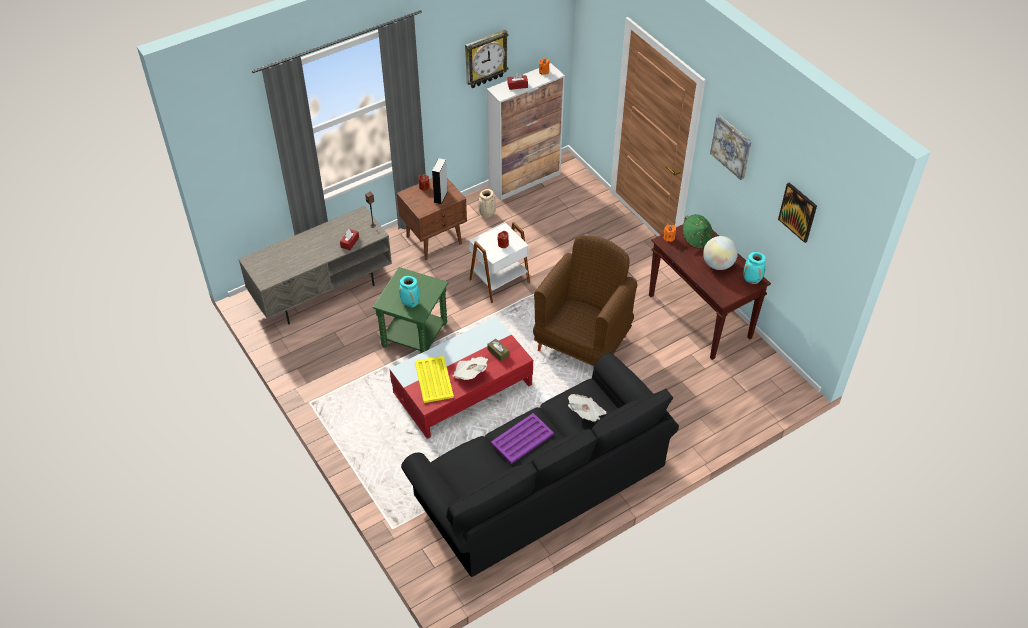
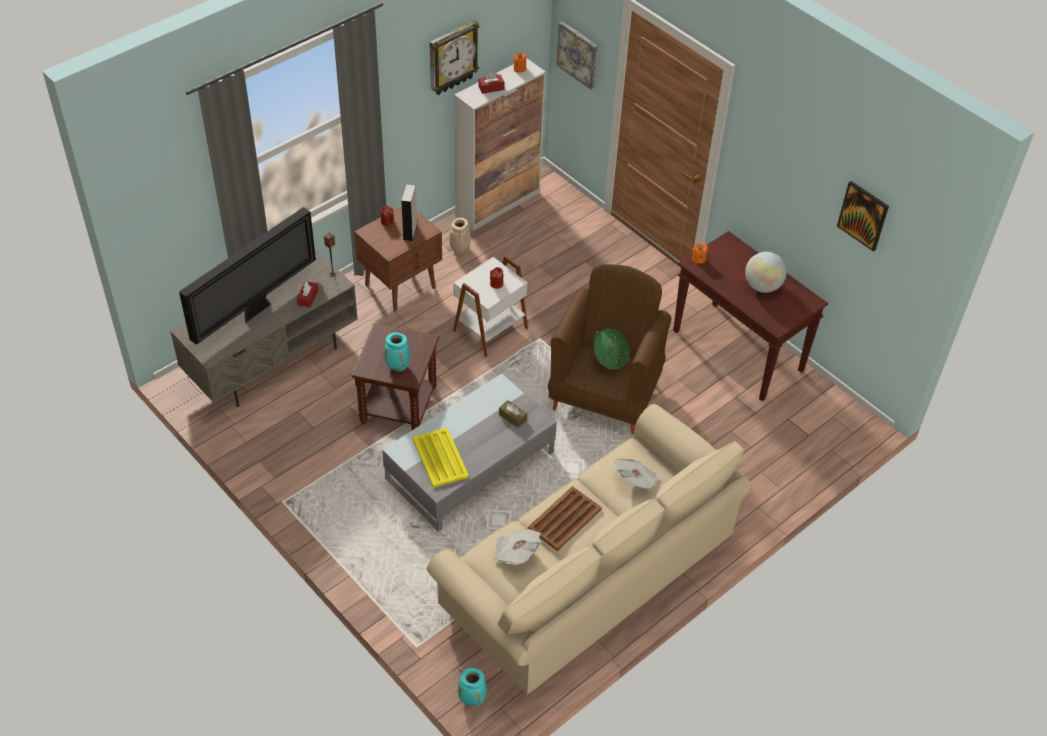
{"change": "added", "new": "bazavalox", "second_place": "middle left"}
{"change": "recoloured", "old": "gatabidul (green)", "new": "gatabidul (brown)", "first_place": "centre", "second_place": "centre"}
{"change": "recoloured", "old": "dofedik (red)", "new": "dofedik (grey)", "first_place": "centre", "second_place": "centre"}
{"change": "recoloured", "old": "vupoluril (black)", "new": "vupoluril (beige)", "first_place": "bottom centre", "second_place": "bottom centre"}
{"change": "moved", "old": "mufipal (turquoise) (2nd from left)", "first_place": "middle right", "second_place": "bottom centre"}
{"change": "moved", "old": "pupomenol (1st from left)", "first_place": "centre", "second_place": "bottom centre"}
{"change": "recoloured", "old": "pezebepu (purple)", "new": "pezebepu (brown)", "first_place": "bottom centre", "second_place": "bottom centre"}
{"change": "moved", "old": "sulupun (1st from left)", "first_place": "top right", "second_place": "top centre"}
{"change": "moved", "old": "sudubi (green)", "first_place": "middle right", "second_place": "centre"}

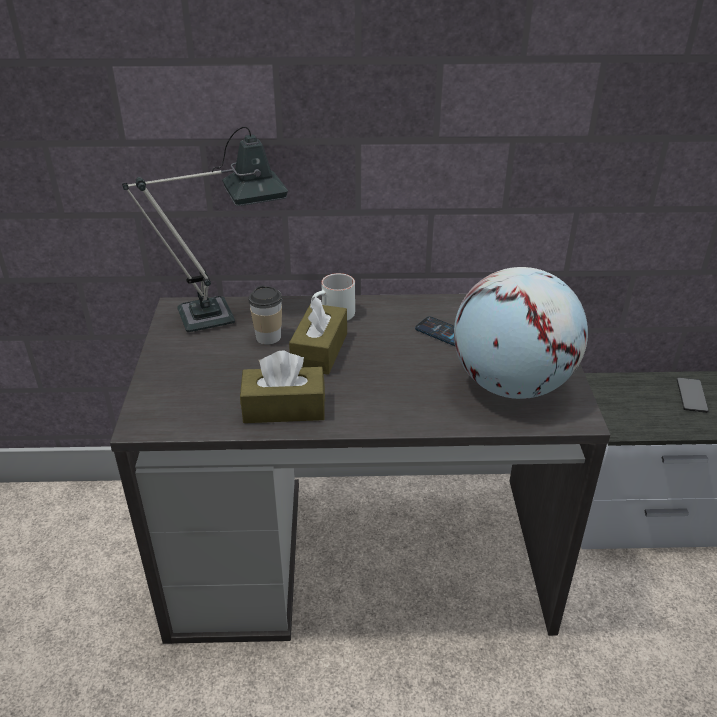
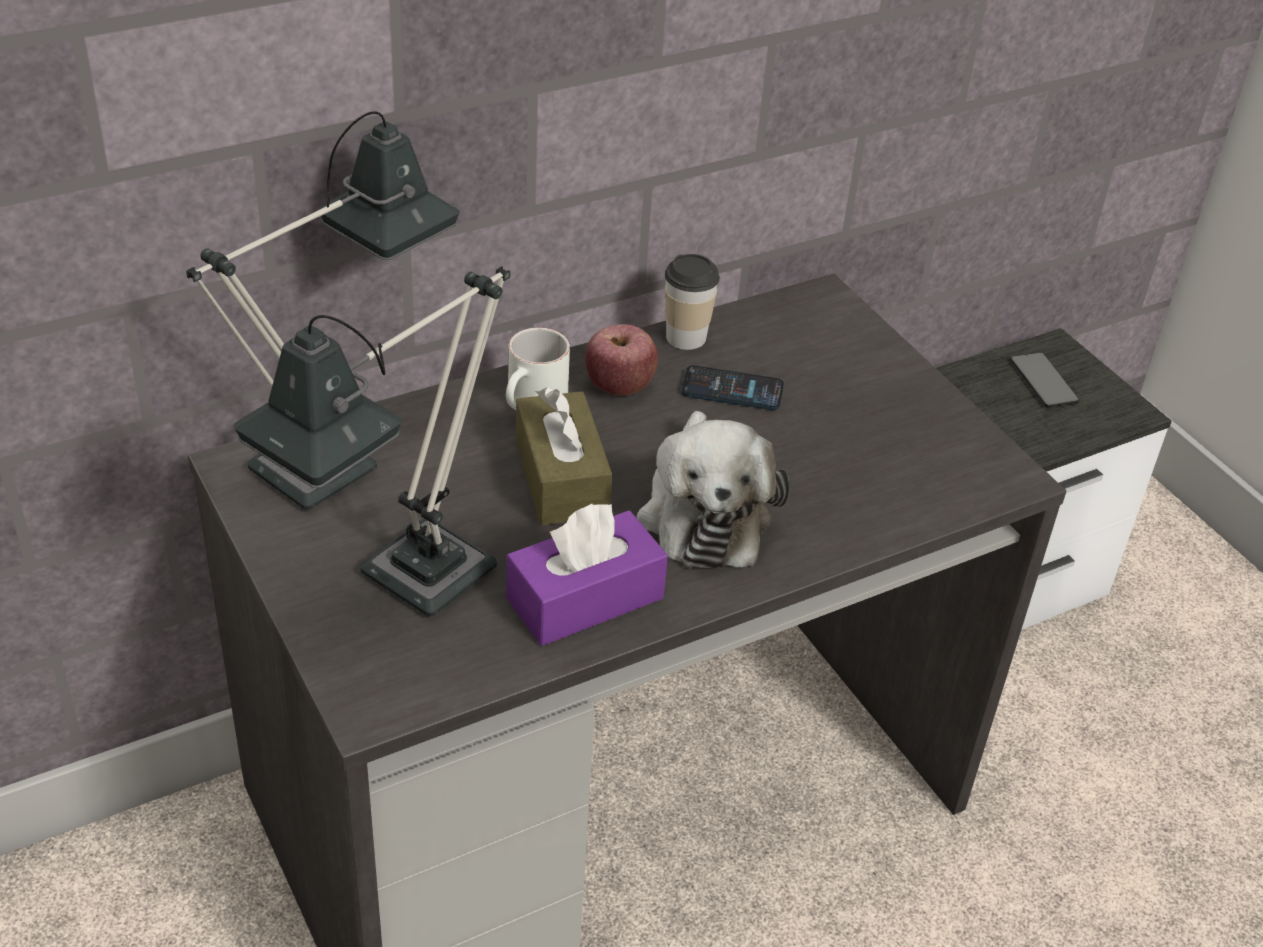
{"change": "added", "new": "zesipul (2nd from left)", "second_place": "middle left"}
{"change": "recoloured", "old": "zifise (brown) (1st from left)", "new": "zifise (purple)", "first_place": "centre", "second_place": "centre"}
{"change": "added", "new": "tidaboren", "second_place": "centre"}
{"change": "added", "new": "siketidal", "second_place": "centre"}
{"change": "moved", "old": "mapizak", "first_place": "centre", "second_place": "top centre"}
{"change": "removed", "old": "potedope", "first_place": "middle right"}

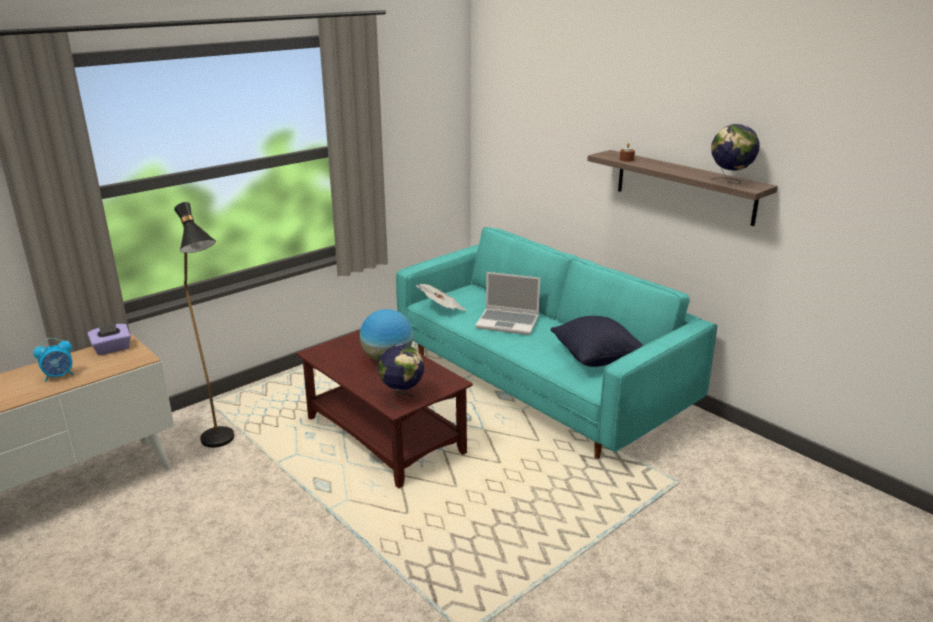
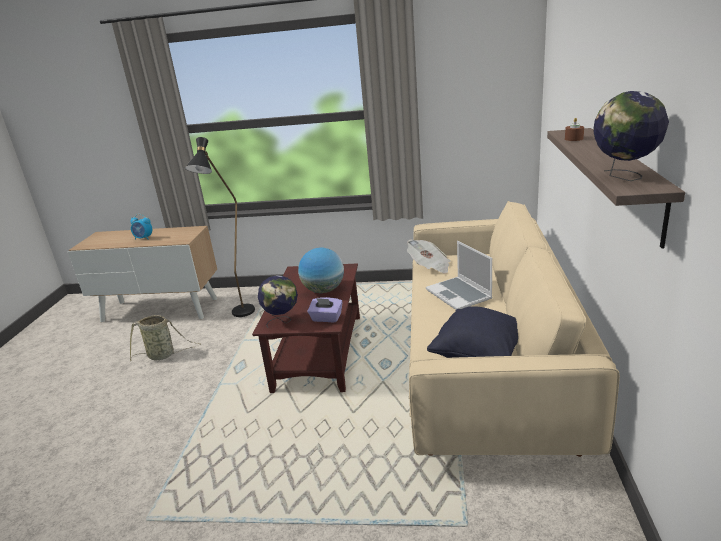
{"change": "added", "new": "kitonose", "second_place": "middle left"}
{"change": "moved", "old": "zifise (purple)", "first_place": "middle left", "second_place": "centre"}
{"change": "recoloured", "old": "vupoluril (turquoise)", "new": "vupoluril (beige)", "first_place": "centre", "second_place": "middle right"}

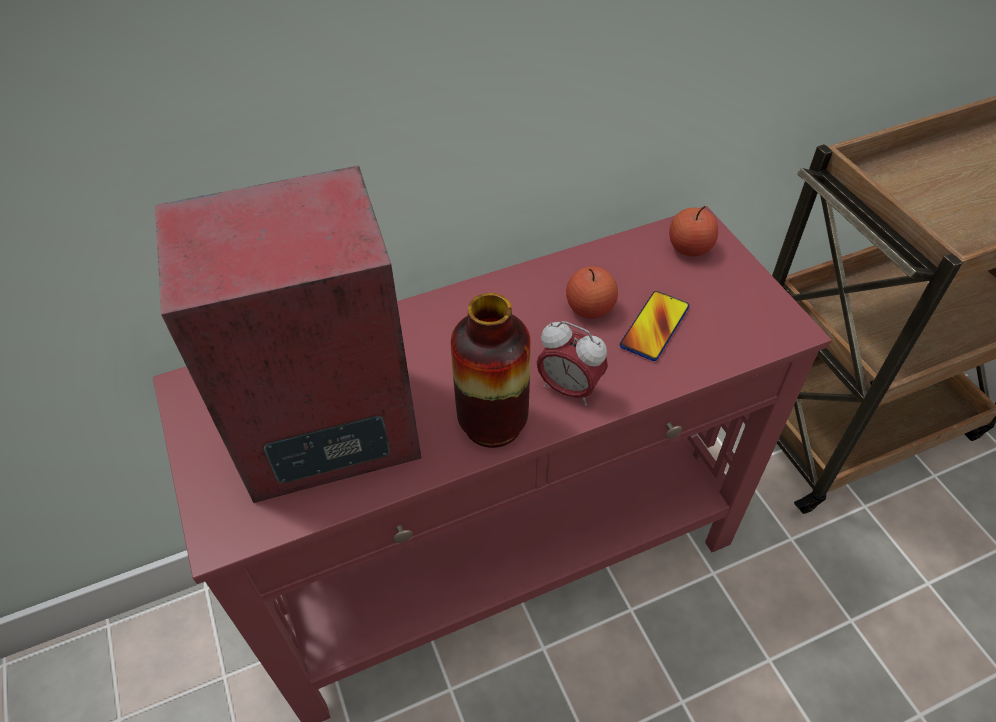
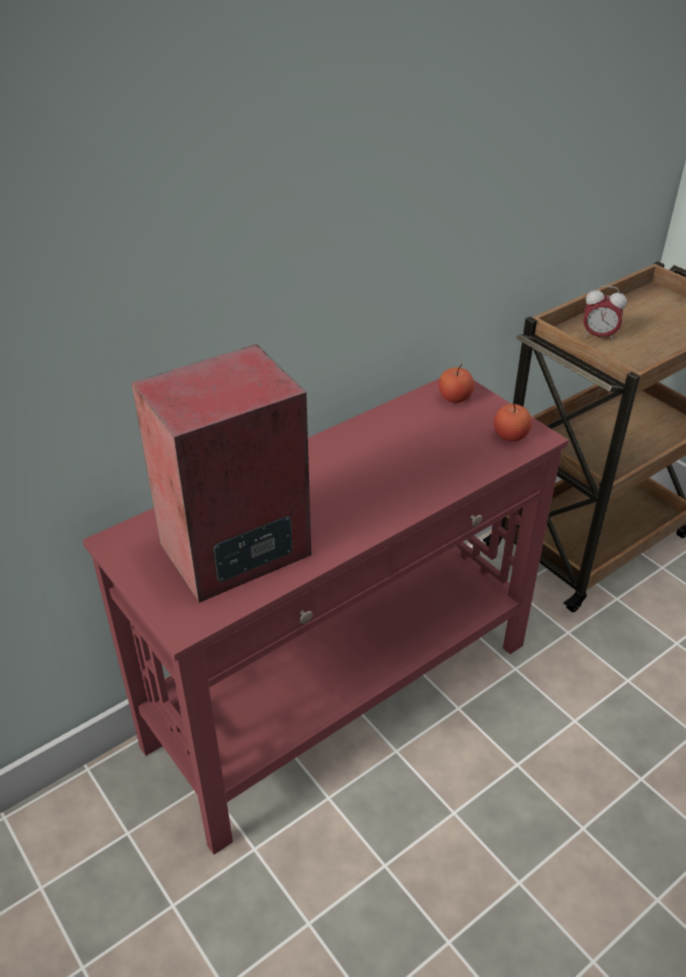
{"change": "moved", "old": "tidaboren (1st from left in the first image)", "new": "tidaboren (2nd from left)", "first_place": "centre", "second_place": "middle right"}
{"change": "moved", "old": "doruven", "first_place": "centre", "second_place": "top right"}
{"change": "removed", "old": "mufipal", "first_place": "centre"}
{"change": "removed", "old": "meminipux", "first_place": "centre"}

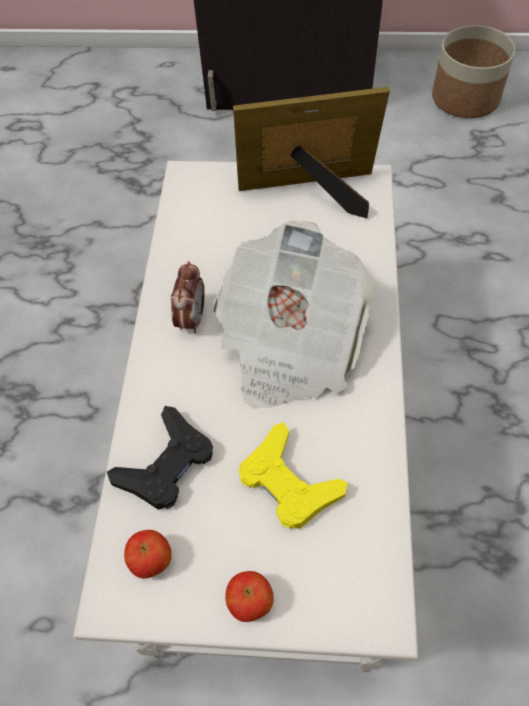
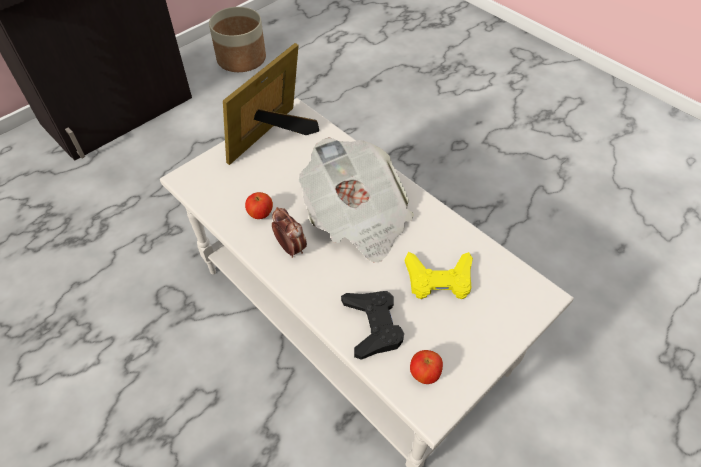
{"change": "moved", "old": "tidaboren (2nd from left in the first image)", "new": "tidaboren (1st from left)", "first_place": "bottom centre", "second_place": "centre"}

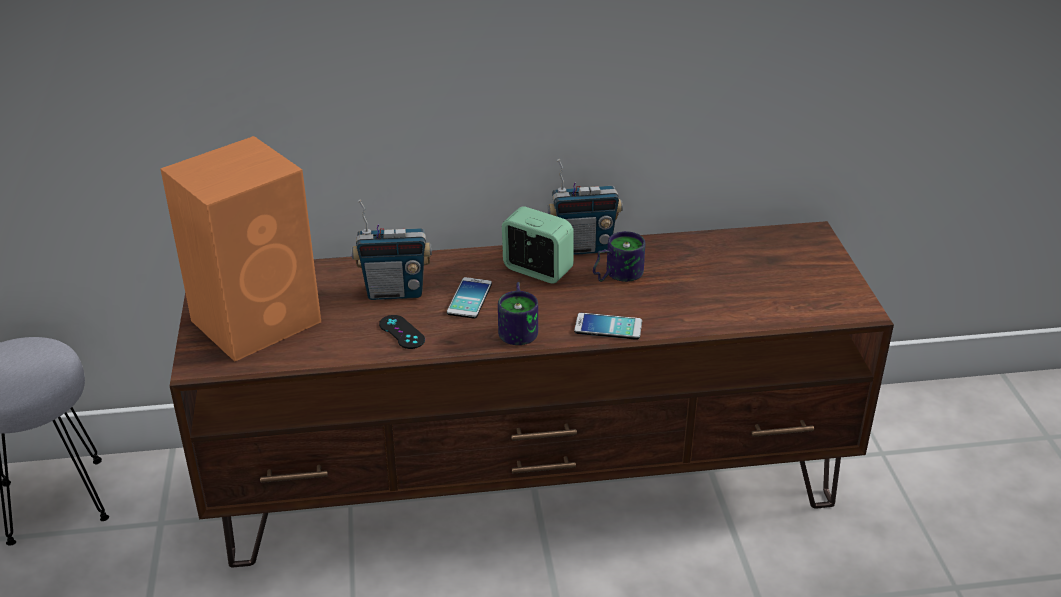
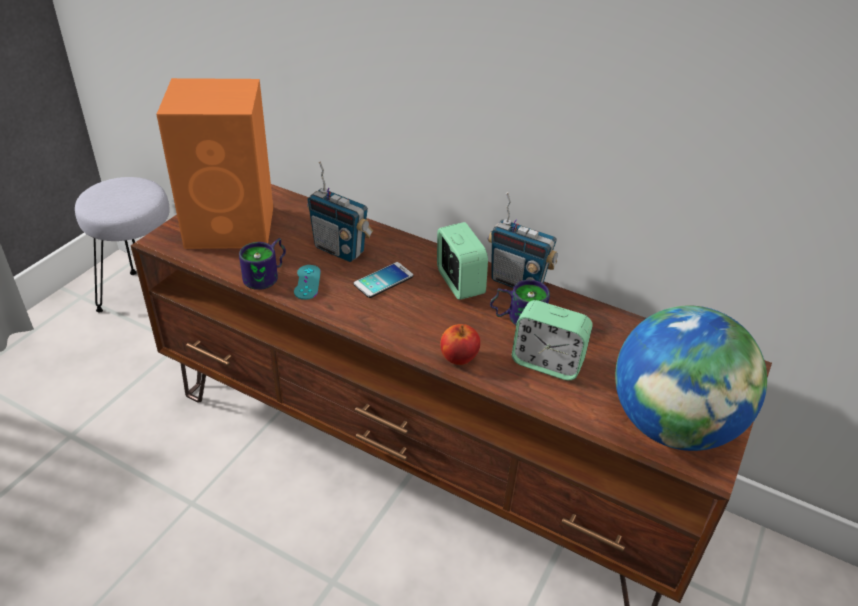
{"change": "moved", "old": "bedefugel (1st from left)", "first_place": "centre", "second_place": "middle left"}
{"change": "recoloured", "old": "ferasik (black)", "new": "ferasik (turquoise)", "first_place": "centre", "second_place": "centre"}
{"change": "replaced", "old": "meminipux (2nd from left)", "new": "tidaboren", "first_place": "centre", "second_place": "centre"}
{"change": "added", "new": "doruven (2nd from left)", "second_place": "centre"}
{"change": "added", "new": "potedope", "second_place": "middle right"}

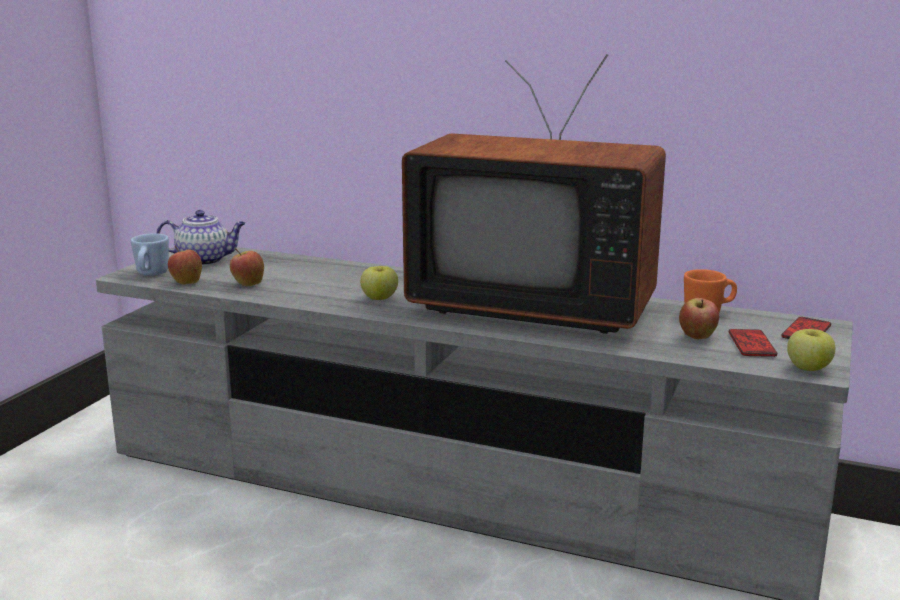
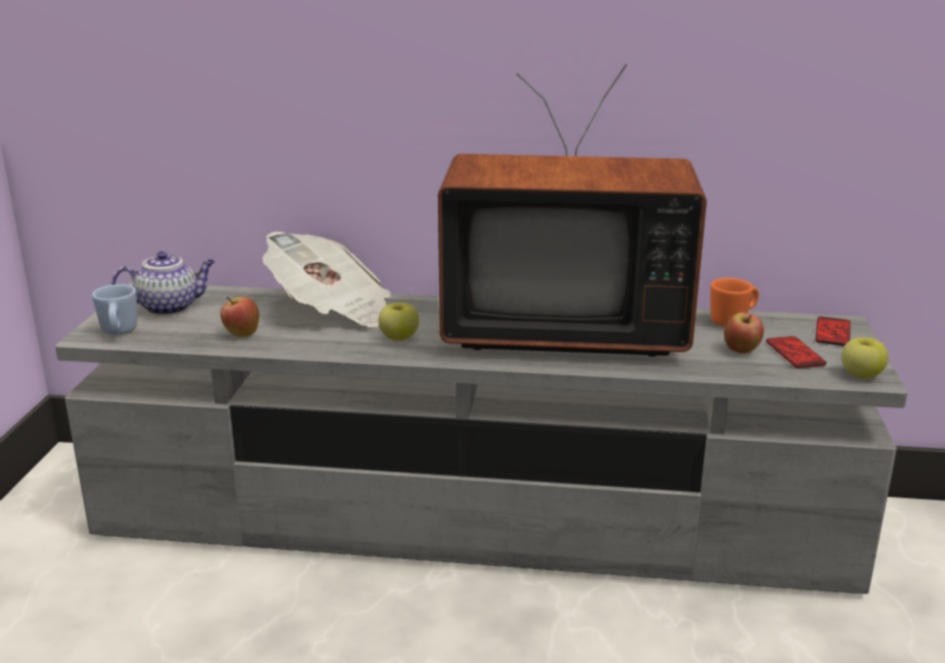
{"change": "added", "new": "pupomenol", "second_place": "centre"}
{"change": "removed", "old": "tidaboren (1st from left)", "first_place": "middle left"}

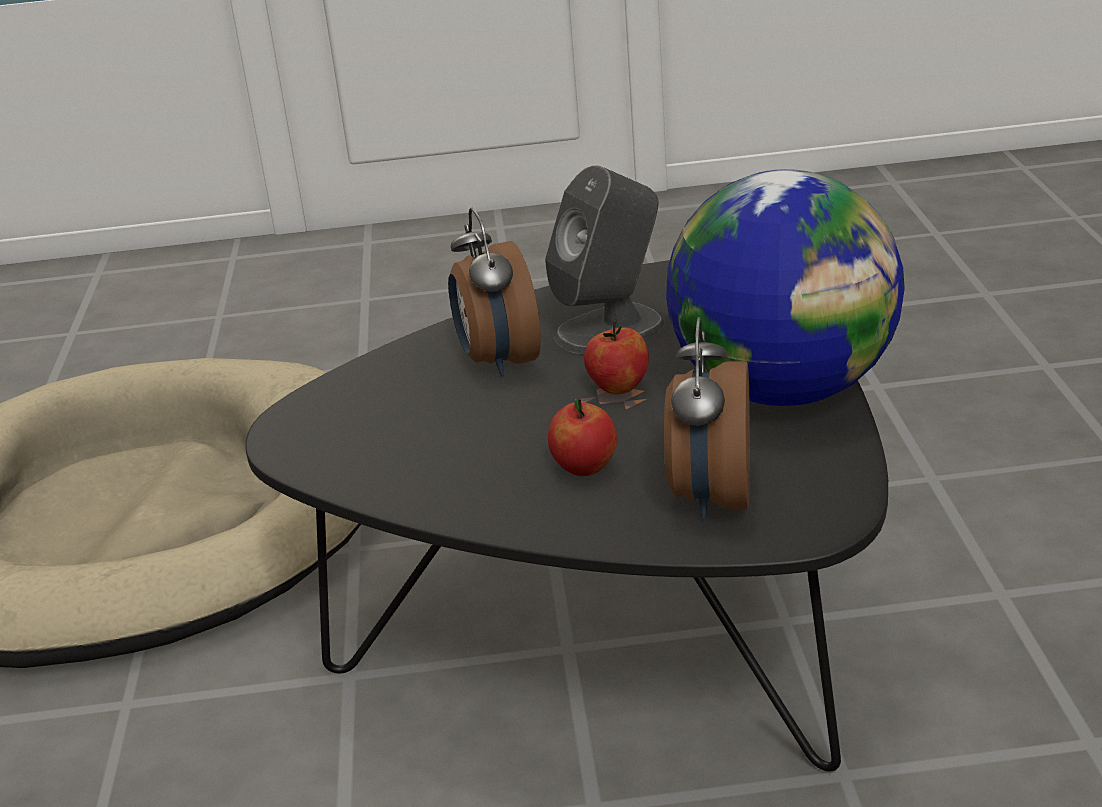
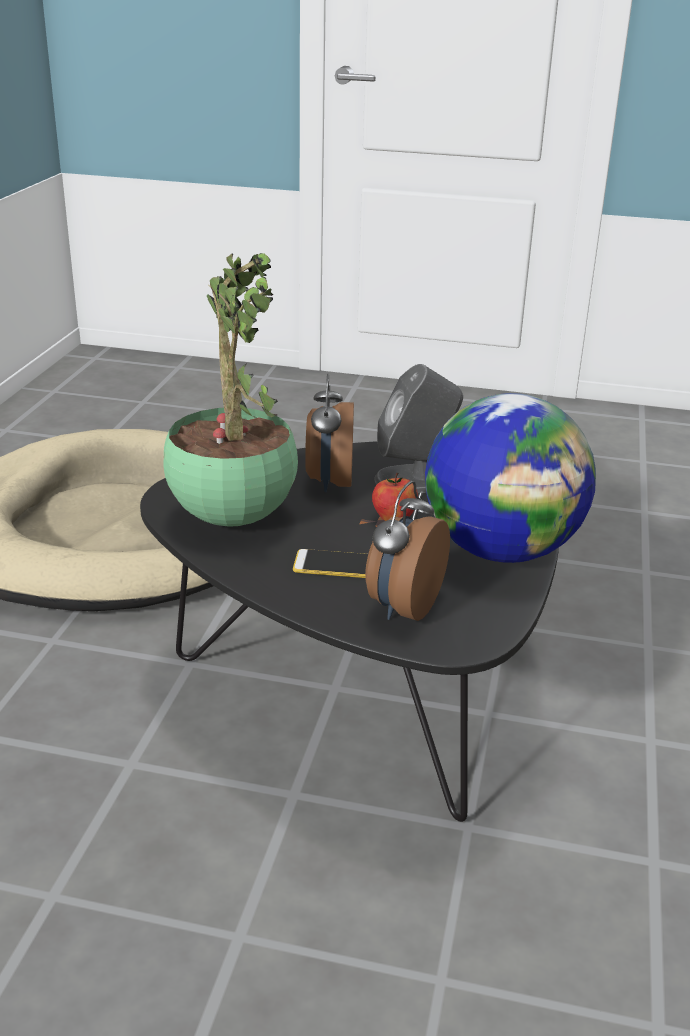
{"change": "added", "new": "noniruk", "second_place": "centre"}
{"change": "replaced", "old": "tidaboren (1st from left)", "new": "meminipux", "first_place": "centre", "second_place": "centre"}

